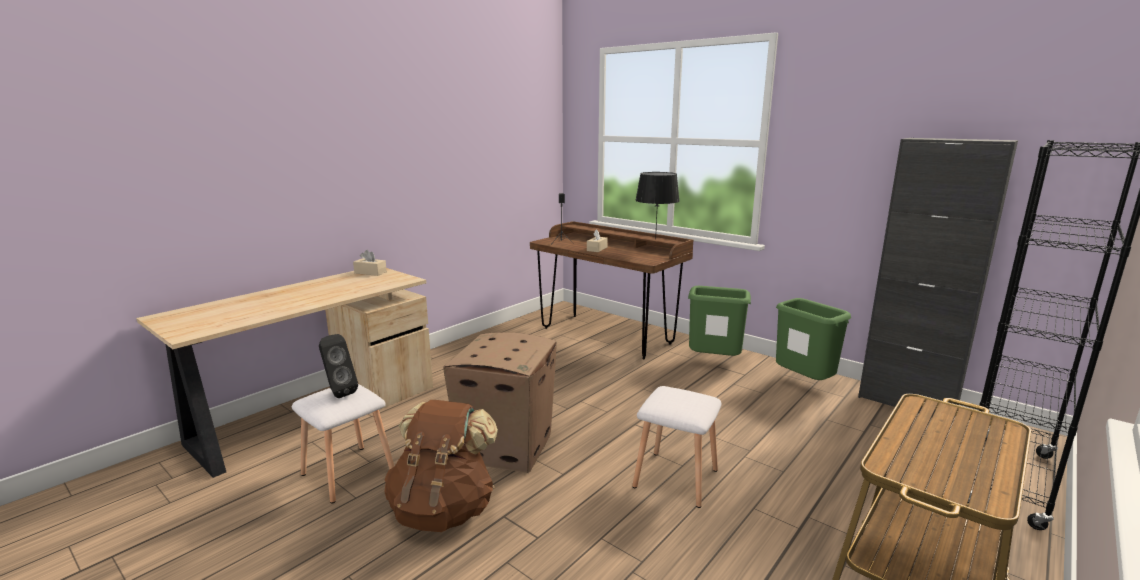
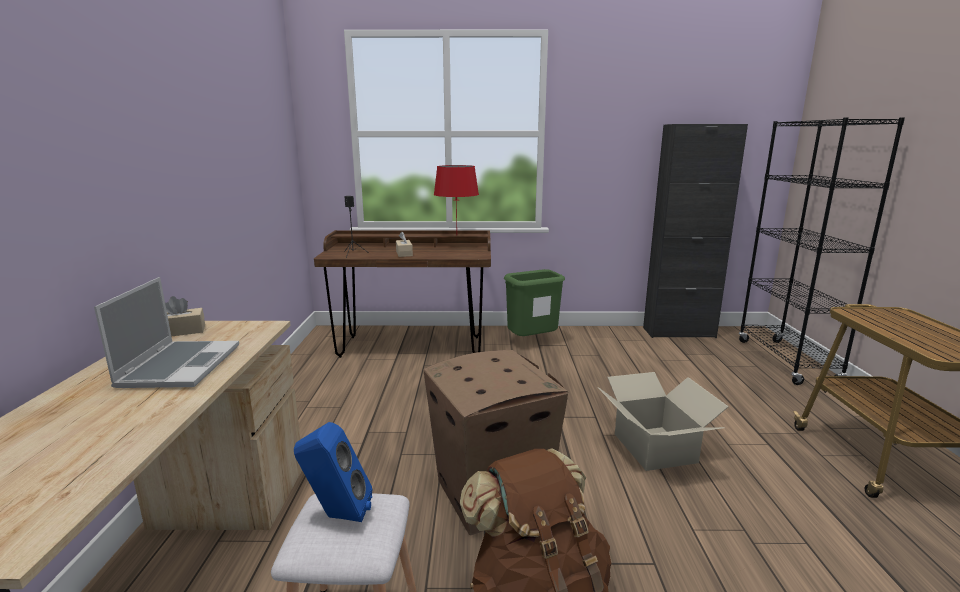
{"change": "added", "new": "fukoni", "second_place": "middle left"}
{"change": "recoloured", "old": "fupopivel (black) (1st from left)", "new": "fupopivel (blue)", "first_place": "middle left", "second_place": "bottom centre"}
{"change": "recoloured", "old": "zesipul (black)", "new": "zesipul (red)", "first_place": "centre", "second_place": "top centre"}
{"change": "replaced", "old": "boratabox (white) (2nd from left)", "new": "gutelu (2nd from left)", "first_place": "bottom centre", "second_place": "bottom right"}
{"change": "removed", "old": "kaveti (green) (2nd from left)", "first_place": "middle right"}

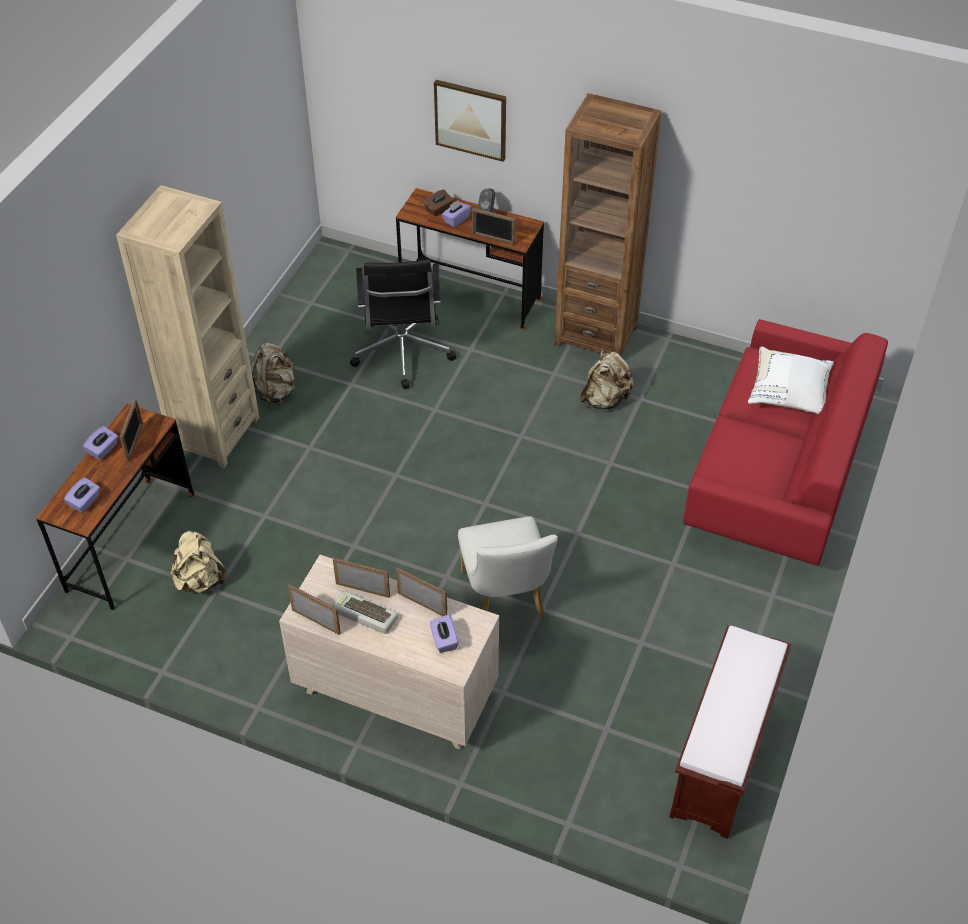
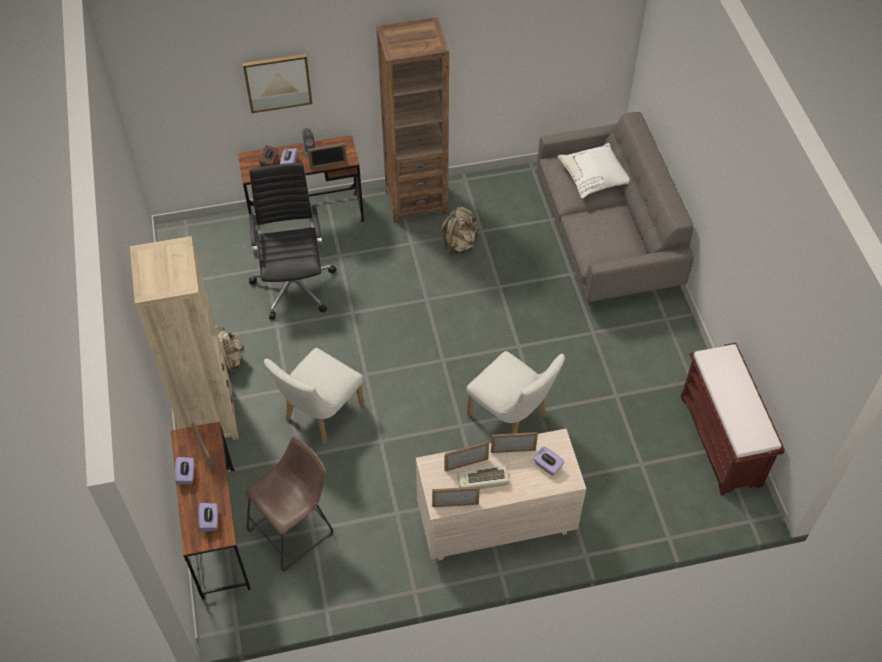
{"change": "replaced", "old": "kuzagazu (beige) (1st from left)", "new": "boratabox (brown)", "first_place": "middle left", "second_place": "bottom left"}
{"change": "turned", "old": "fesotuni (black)", "first_place": "centre", "second_place": "middle left", "degrees": -150}
{"change": "added", "new": "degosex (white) (1st from left)", "second_place": "centre"}
{"change": "recoloured", "old": "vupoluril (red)", "new": "vupoluril (grey)", "first_place": "middle right", "second_place": "top right"}

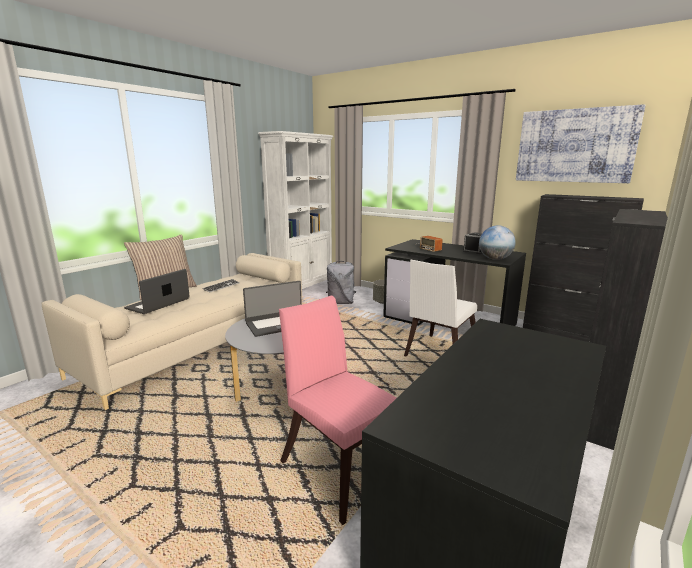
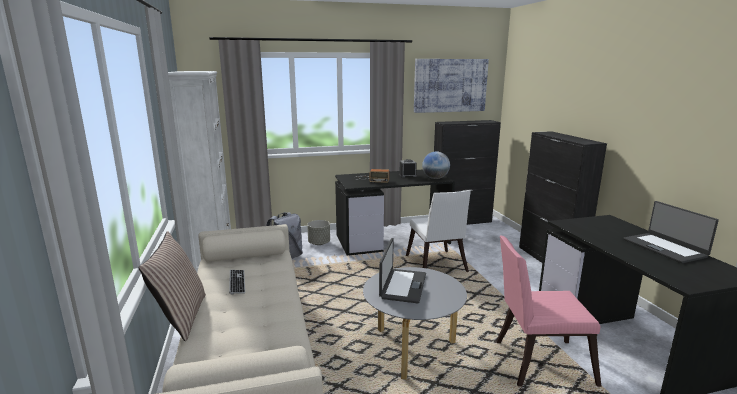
{"change": "moved", "old": "fukoni (1st from left in the first image)", "new": "fukoni (2nd from left)", "first_place": "middle left", "second_place": "middle right"}

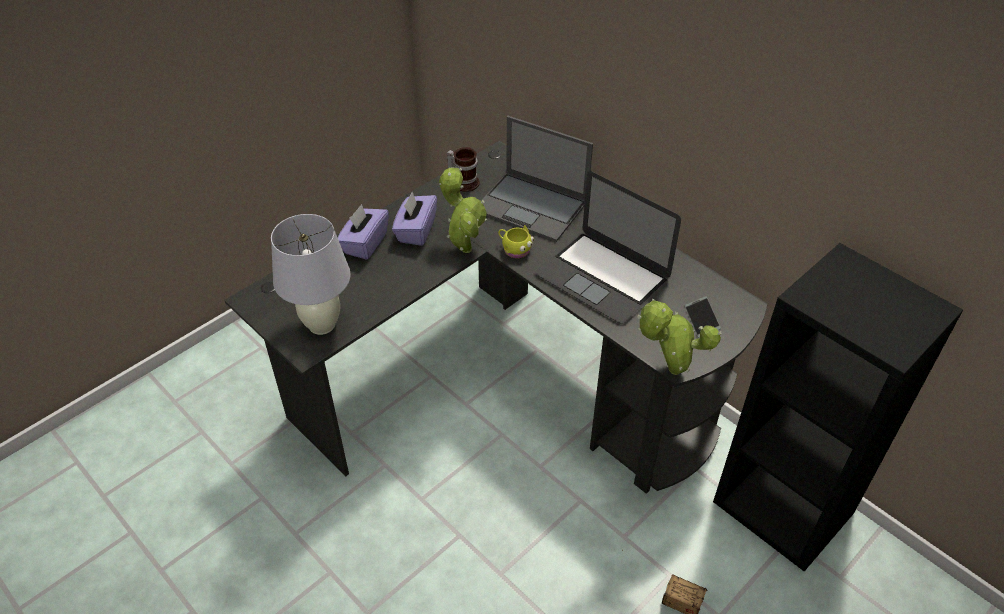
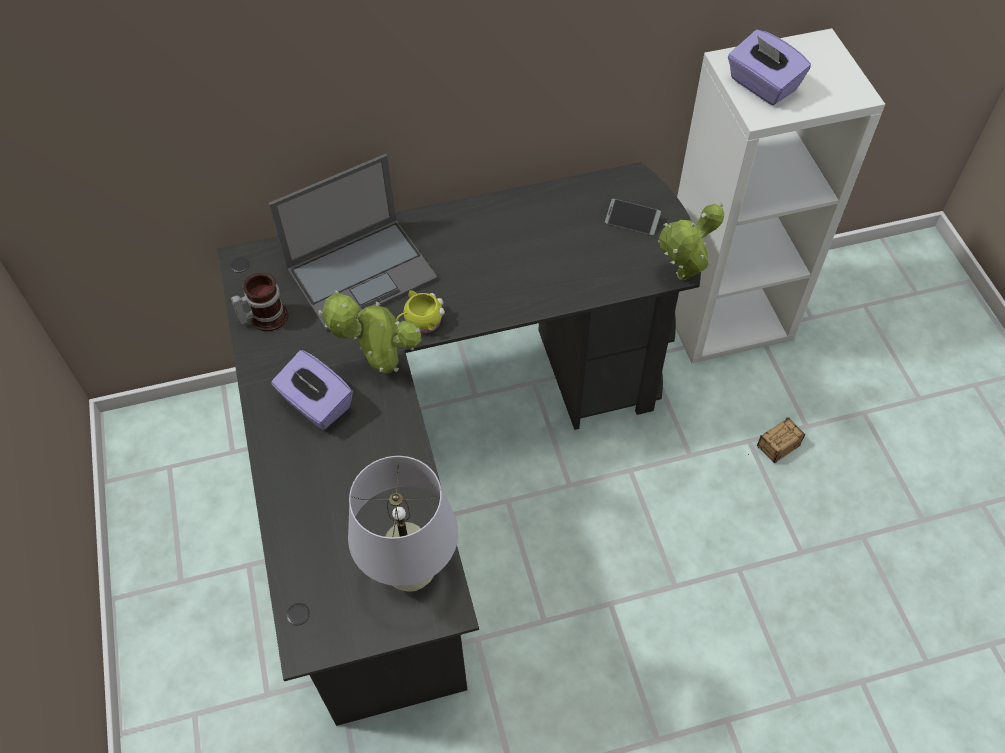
{"change": "recoloured", "old": "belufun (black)", "new": "belufun (white)", "first_place": "middle right", "second_place": "top right"}
{"change": "moved", "old": "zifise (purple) (1st from left in the first image)", "new": "zifise (purple) (2nd from left)", "first_place": "centre", "second_place": "top right"}
{"change": "removed", "old": "fukoni (2nd from left)", "first_place": "centre"}

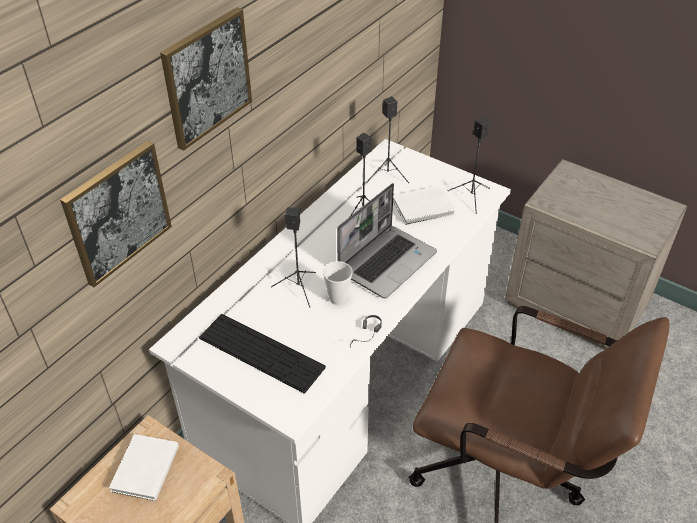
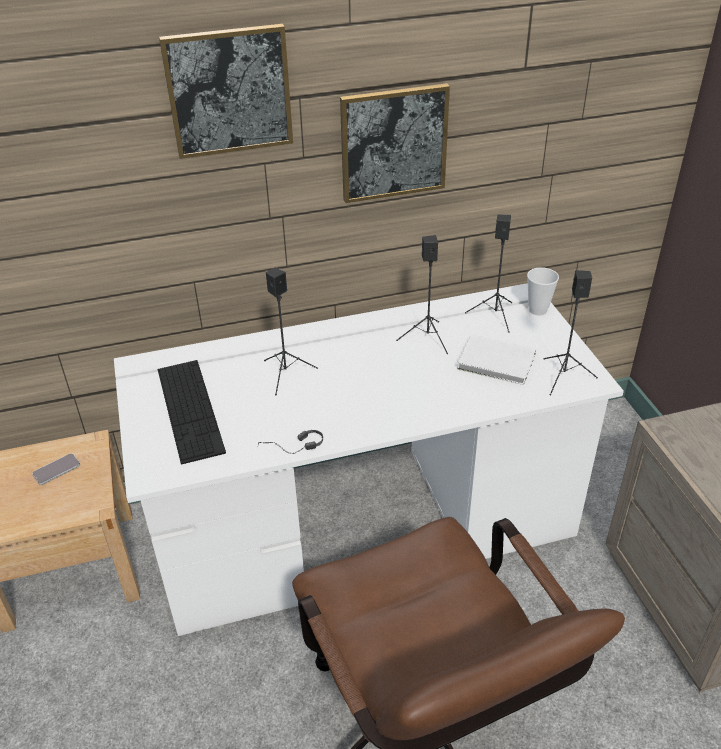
{"change": "replaced", "old": "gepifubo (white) (1st from left)", "new": "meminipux", "first_place": "bottom left", "second_place": "middle left"}
{"change": "moved", "old": "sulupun (1st from left in the first image)", "new": "sulupun (2nd from left)", "first_place": "middle left", "second_place": "top centre"}
{"change": "moved", "old": "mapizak", "first_place": "centre", "second_place": "middle right"}
{"change": "removed", "old": "fukoni", "first_place": "centre"}

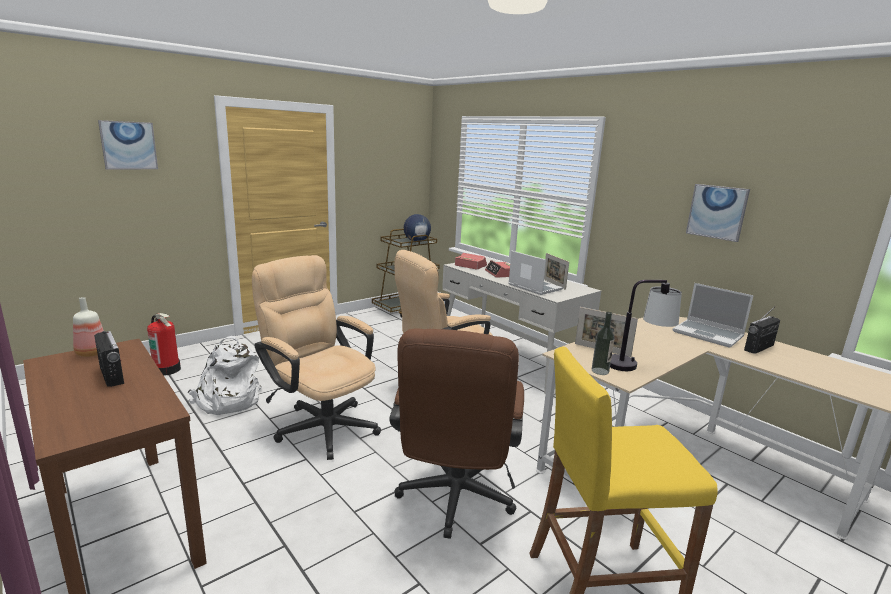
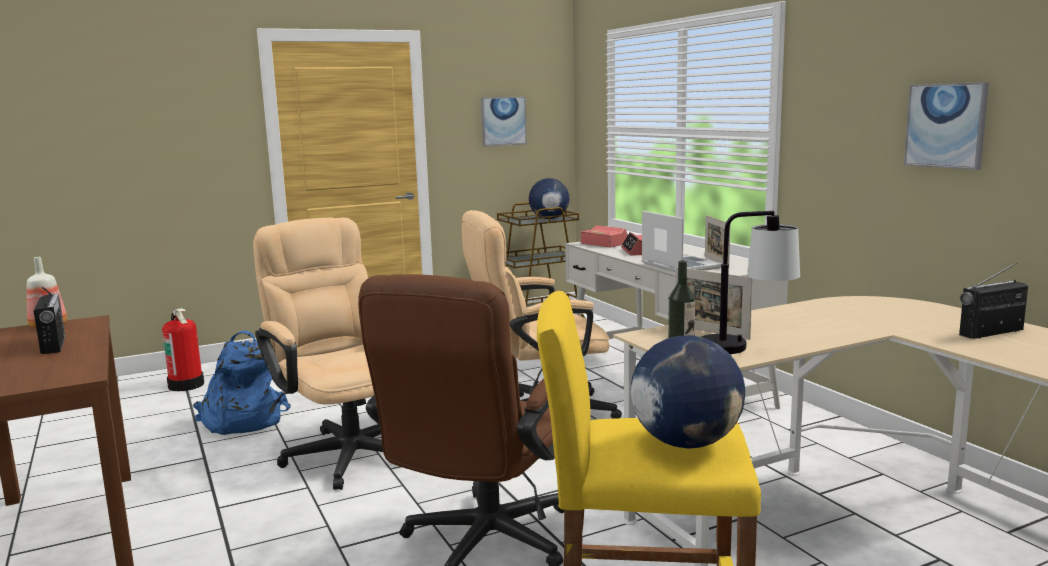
{"change": "recoloured", "old": "kuzagazu (white)", "new": "kuzagazu (blue)", "first_place": "middle left", "second_place": "bottom left"}
{"change": "moved", "old": "sulupun (1st from left)", "first_place": "top left", "second_place": "top centre"}
{"change": "added", "new": "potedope (2nd from left)", "second_place": "bottom centre"}
{"change": "removed", "old": "fukoni (2nd from left)", "first_place": "middle right"}

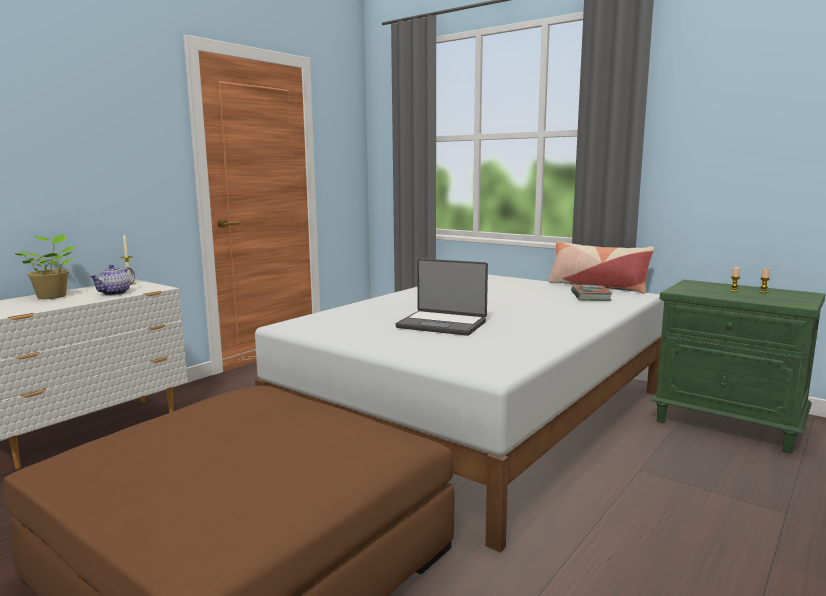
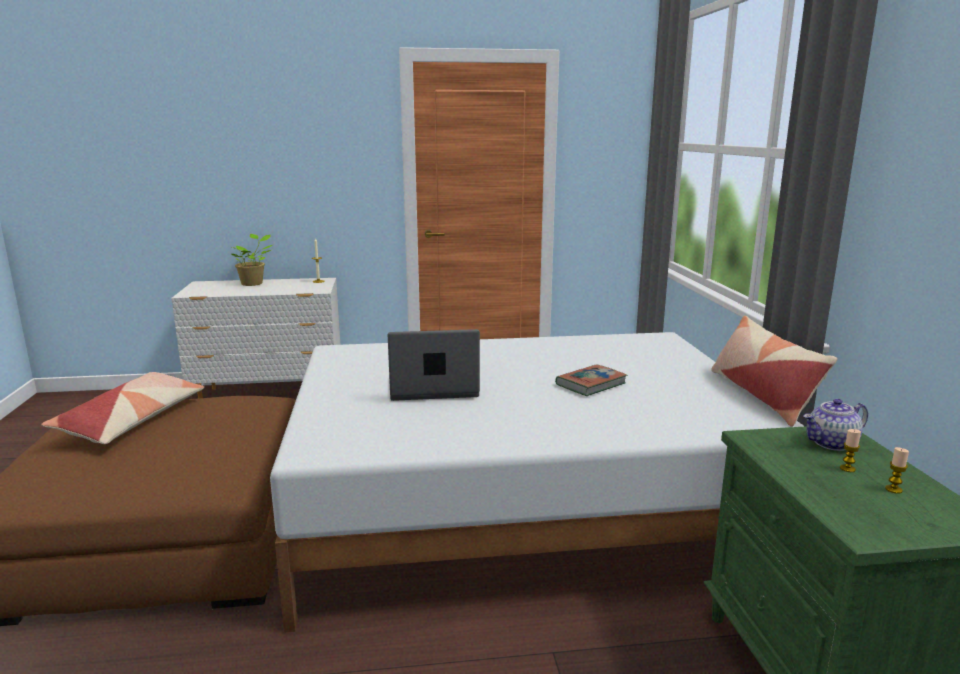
{"change": "added", "new": "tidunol (1st from left)", "second_place": "middle left"}
{"change": "turned", "old": "fukoni", "first_place": "centre", "second_place": "centre", "degrees": 105}
{"change": "moved", "old": "gepifubo", "first_place": "middle right", "second_place": "centre"}
{"change": "moved", "old": "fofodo", "first_place": "middle left", "second_place": "middle right"}

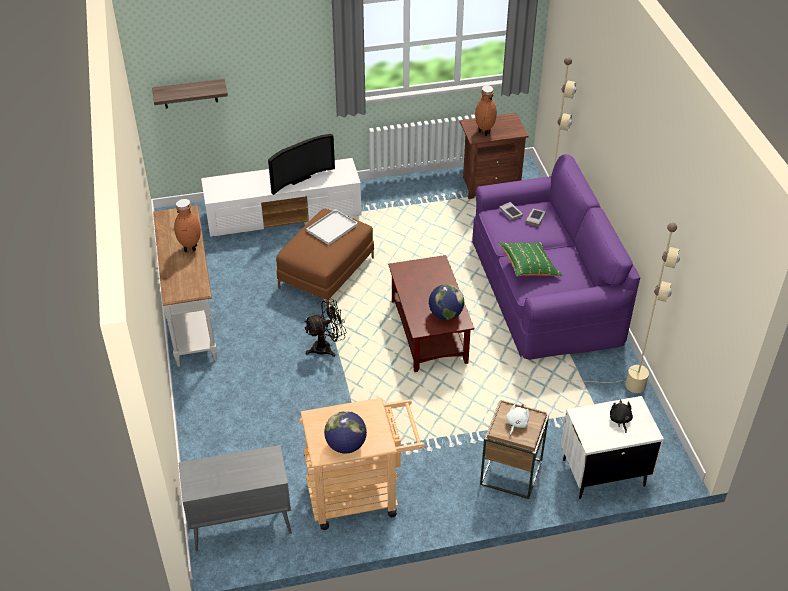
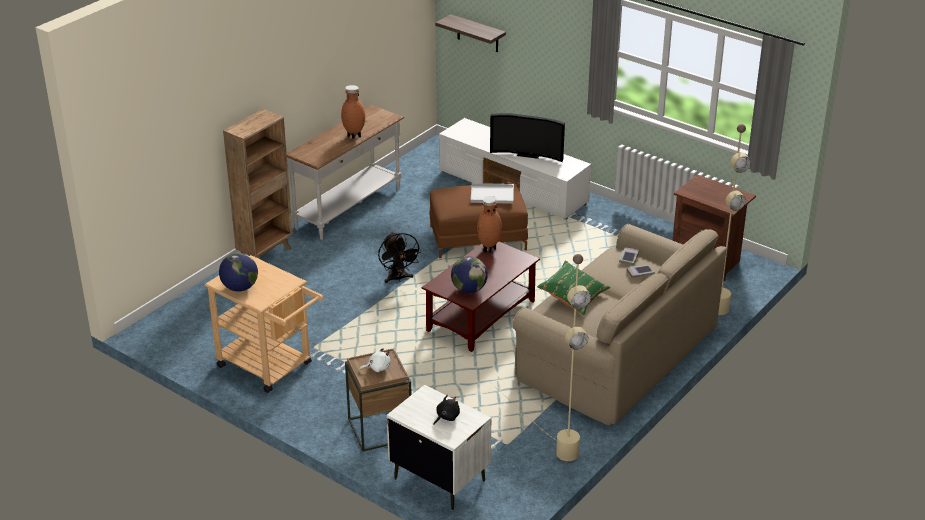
{"change": "added", "new": "belufun (brown)", "second_place": "middle left"}
{"change": "turned", "old": "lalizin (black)", "first_place": "centre", "second_place": "centre", "degrees": 45}
{"change": "moved", "old": "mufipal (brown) (2nd from left)", "first_place": "top centre", "second_place": "centre"}
{"change": "recoloured", "old": "vupoluril (purple)", "new": "vupoluril (beige)", "first_place": "middle right", "second_place": "middle right"}
{"change": "removed", "old": "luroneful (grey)", "first_place": "bottom left"}

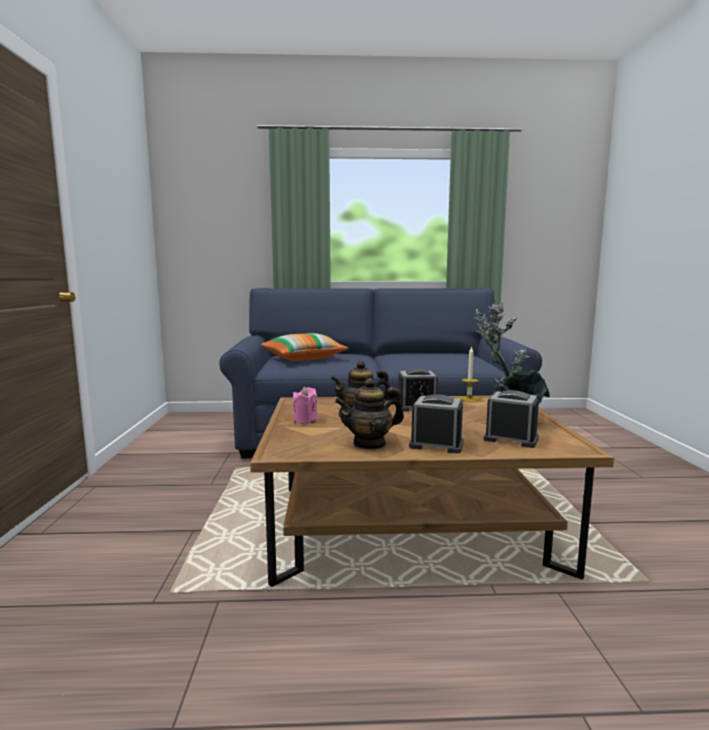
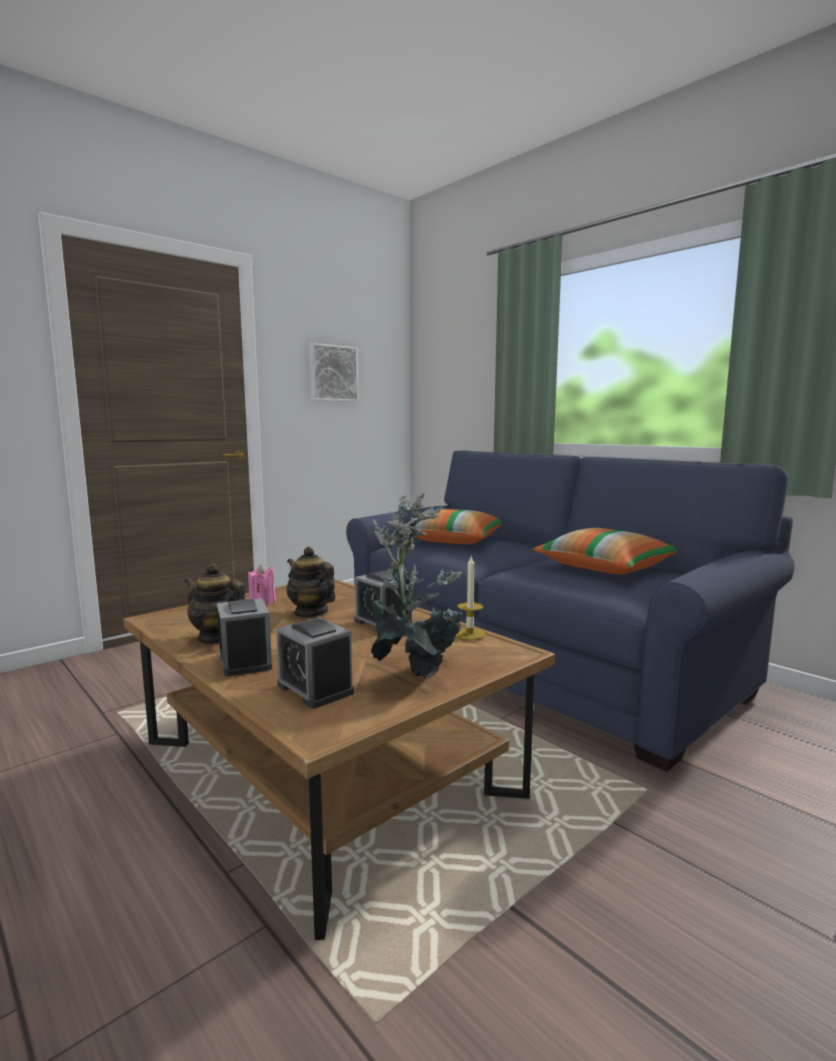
{"change": "turned", "old": "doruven (3rd from left in the first image)", "first_place": "middle right", "second_place": "centre", "degrees": 150}
{"change": "added", "new": "sulupun", "second_place": "centre"}
{"change": "added", "new": "tidunol (2nd from left)", "second_place": "middle right"}

